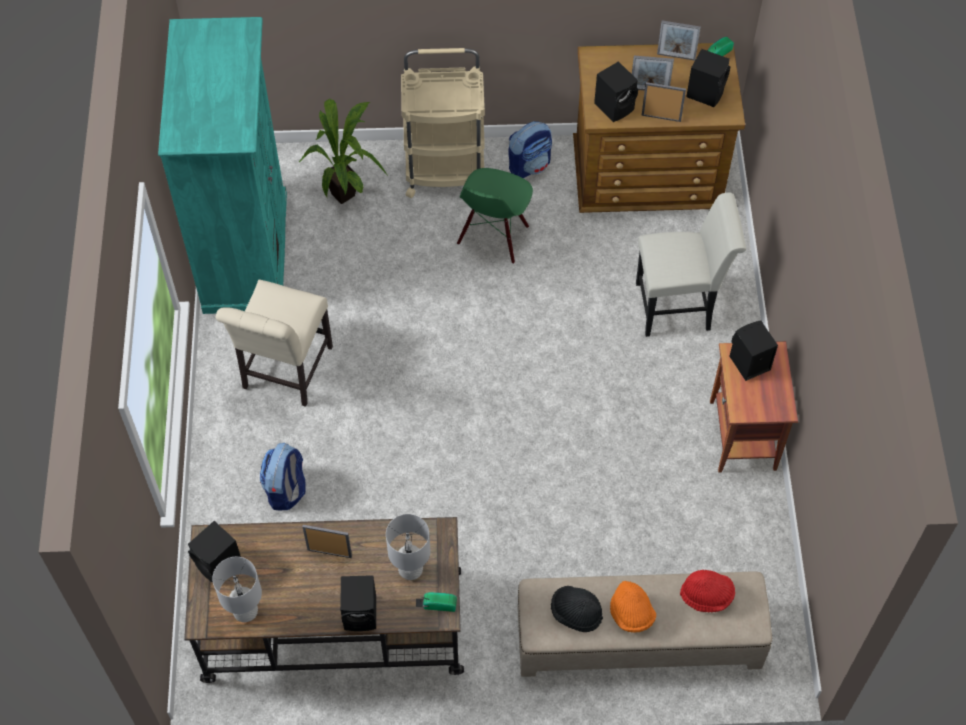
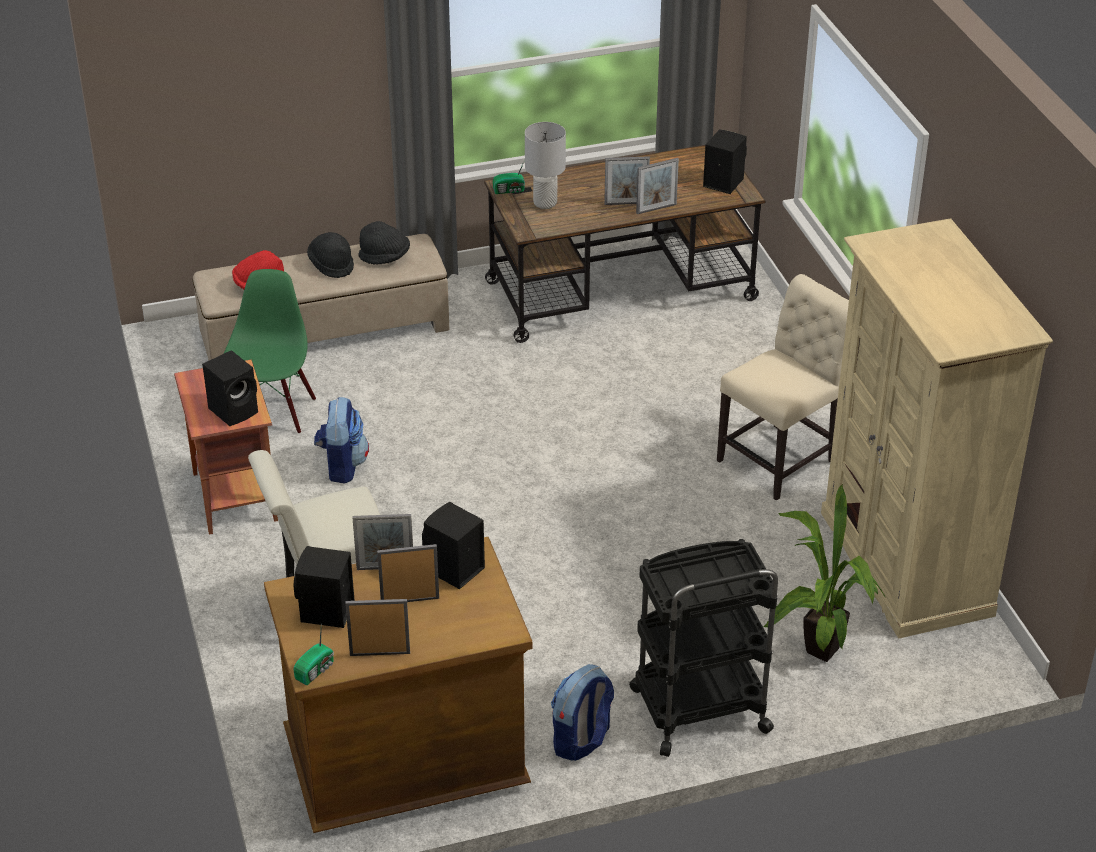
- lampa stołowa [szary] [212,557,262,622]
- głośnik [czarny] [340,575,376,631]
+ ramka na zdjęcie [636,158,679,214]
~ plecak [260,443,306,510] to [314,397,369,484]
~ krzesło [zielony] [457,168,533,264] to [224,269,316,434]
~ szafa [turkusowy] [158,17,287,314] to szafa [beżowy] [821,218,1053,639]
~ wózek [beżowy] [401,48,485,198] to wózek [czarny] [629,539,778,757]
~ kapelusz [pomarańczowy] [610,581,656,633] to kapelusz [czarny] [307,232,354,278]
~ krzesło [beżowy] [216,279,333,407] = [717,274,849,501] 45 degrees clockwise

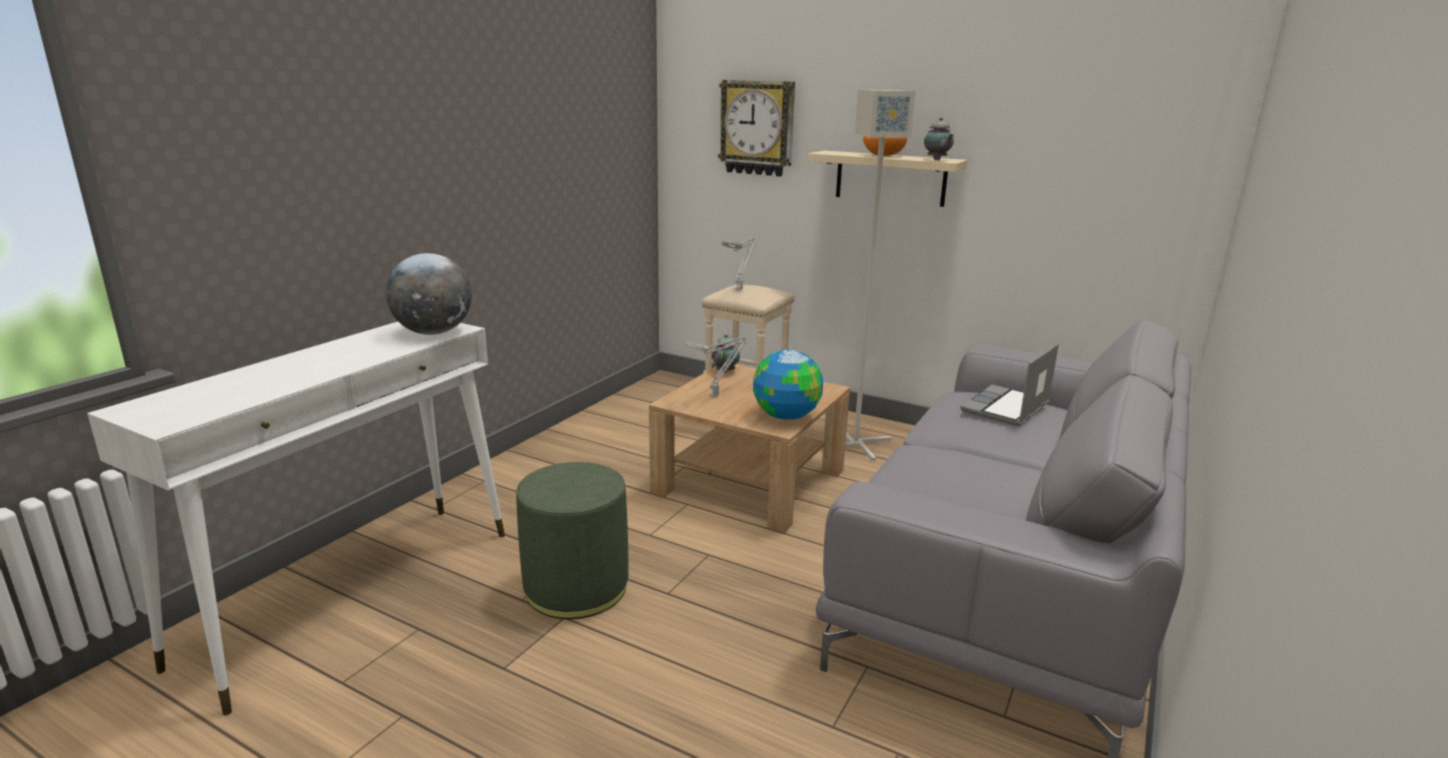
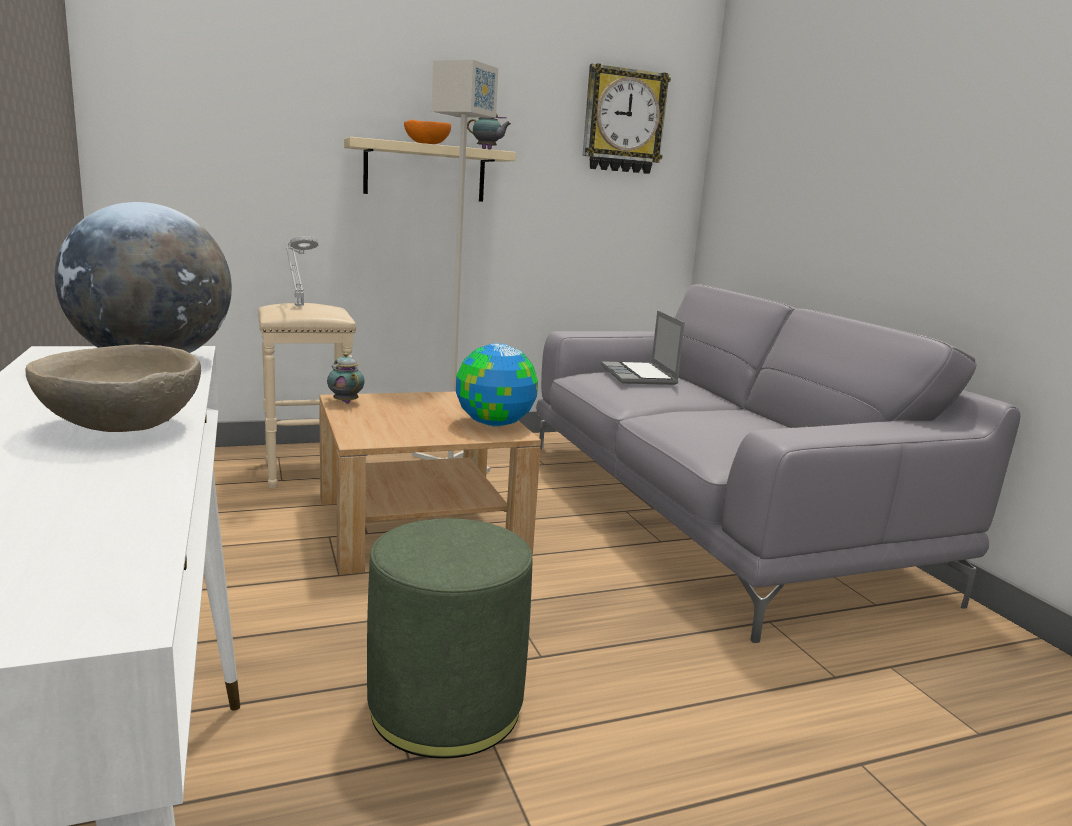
- lampa stołowa [szary] [684,336,746,397]
+ miska [beżowy] [25,345,201,432]
~ zegar ścienny [718,80,795,177] to [583,63,671,174]

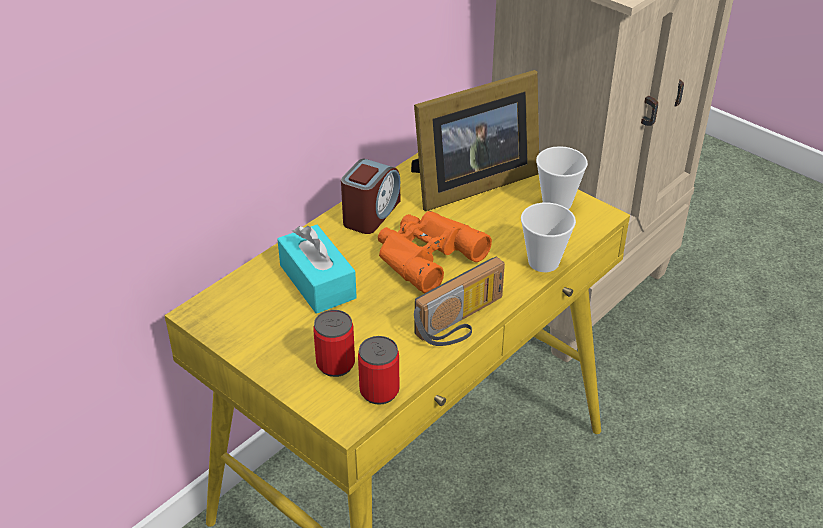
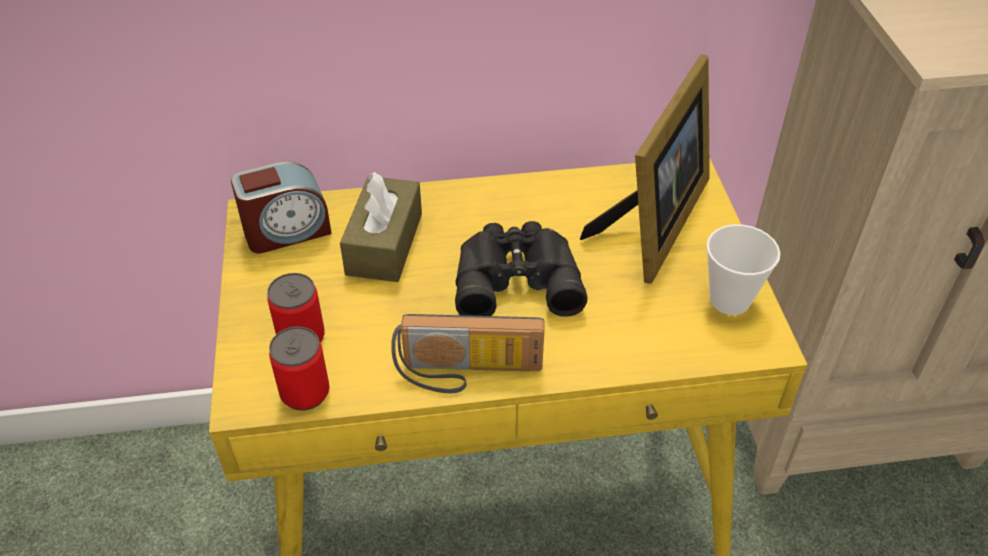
- filiżanka [521,202,576,272]
~ budzik [341,158,400,234] to [231,161,332,253]
~ pudełko chusteczek [turkusowy] [277,225,357,314] to pudełko chusteczek [brązowy] [340,172,422,282]
~ lornetka [pomarańczowy] [378,211,492,294] to lornetka [czarny] [455,221,587,317]
~ ramka na zdjęcie [411,70,539,211] = [580,55,710,284] 75 degrees counterclockwise

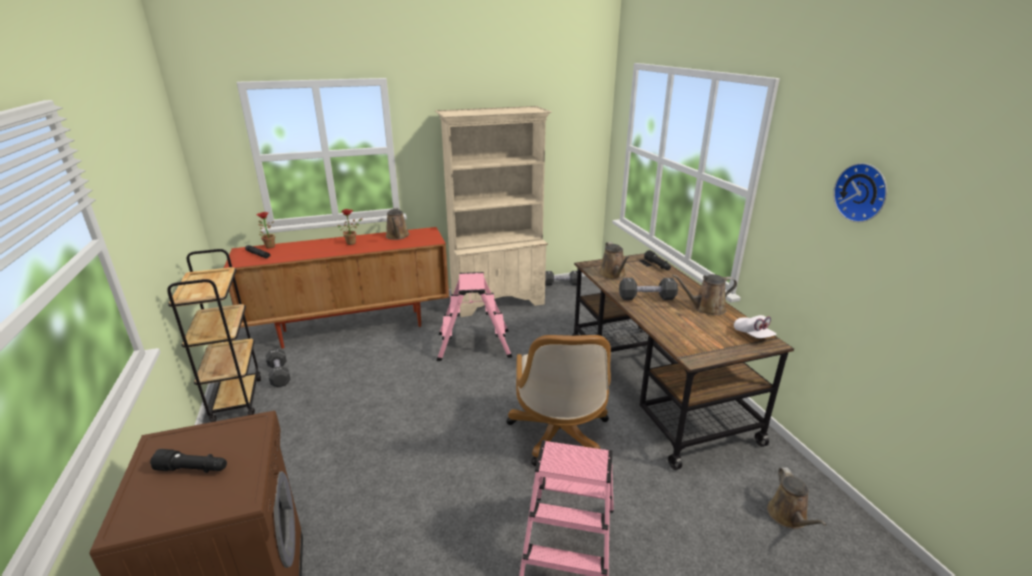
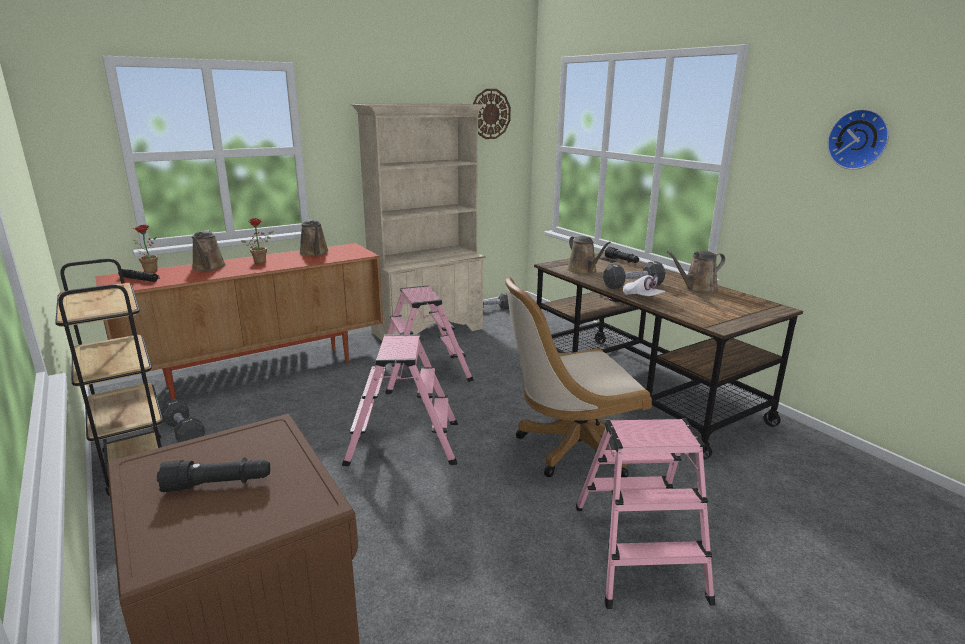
+ drabinka [różowy] [342,334,458,466]
+ zegar ścienny [473,89,511,139]
~ czapka z daszkiem [biały] [734,315,776,338] to [623,275,666,296]
~ konewka [brązowy] [767,467,827,529] to [192,230,226,271]
~ krzesło biurowe [506,335,611,466] = [505,277,652,477] 90 degrees clockwise

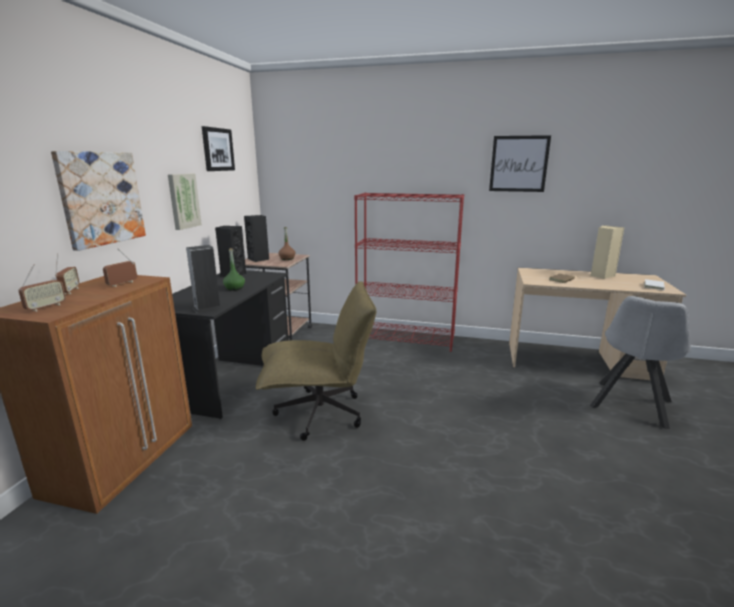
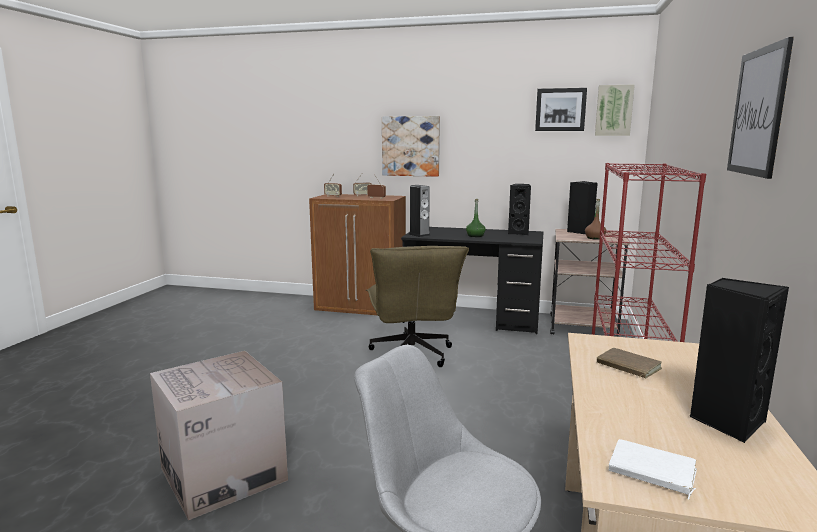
+ karton [150,351,288,520]
~ obraz [168,174,202,230] to [595,84,635,136]
~ głośnik [beżowy] [591,225,624,279] to głośnik [czarny] [689,278,789,443]

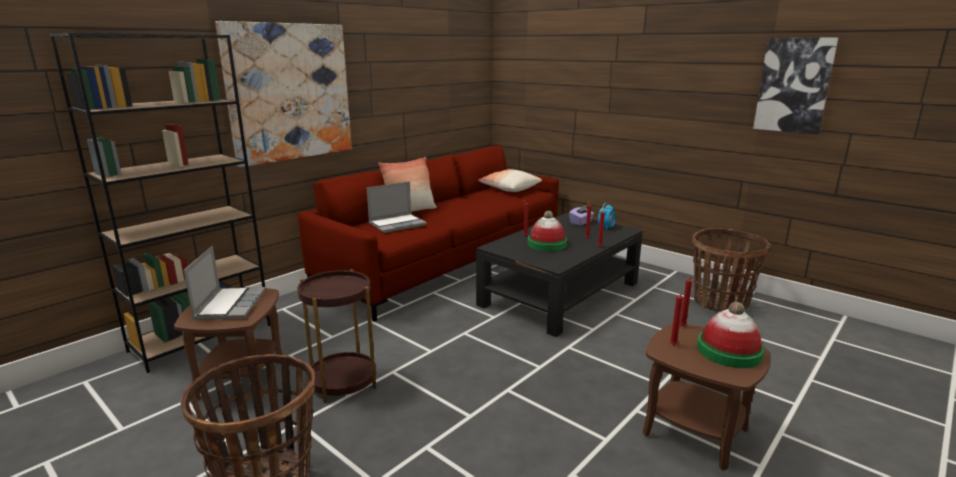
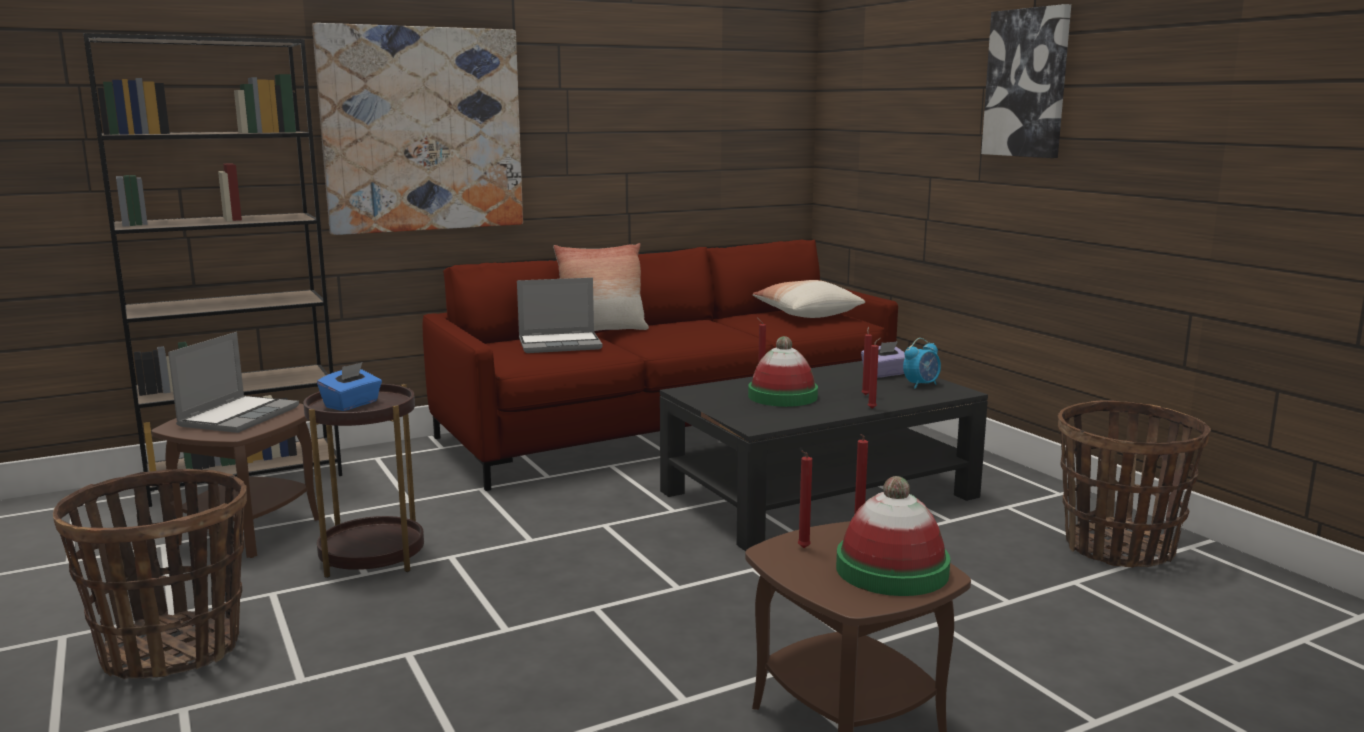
+ pudełko chusteczek [niebieski] [317,362,382,411]
~ obraz [753,37,838,134] to [981,4,1071,158]

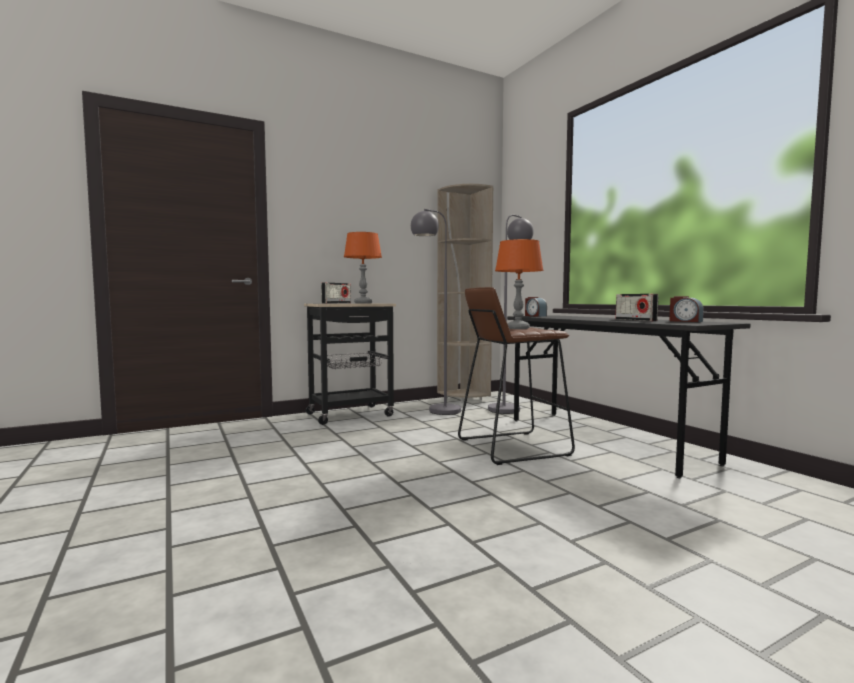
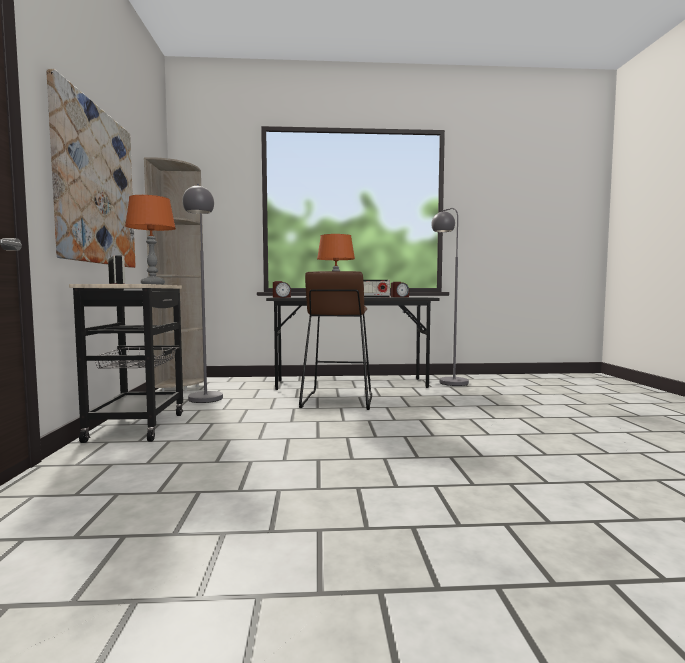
+ obraz [46,69,136,268]
~ lampa stojąca [szary] [488,215,534,414] to [432,208,469,386]

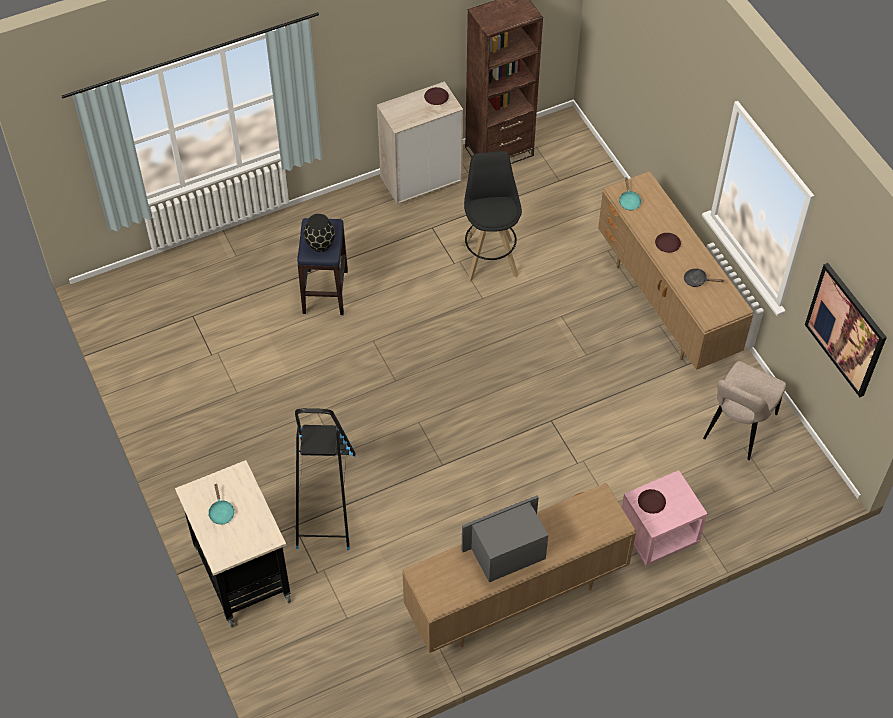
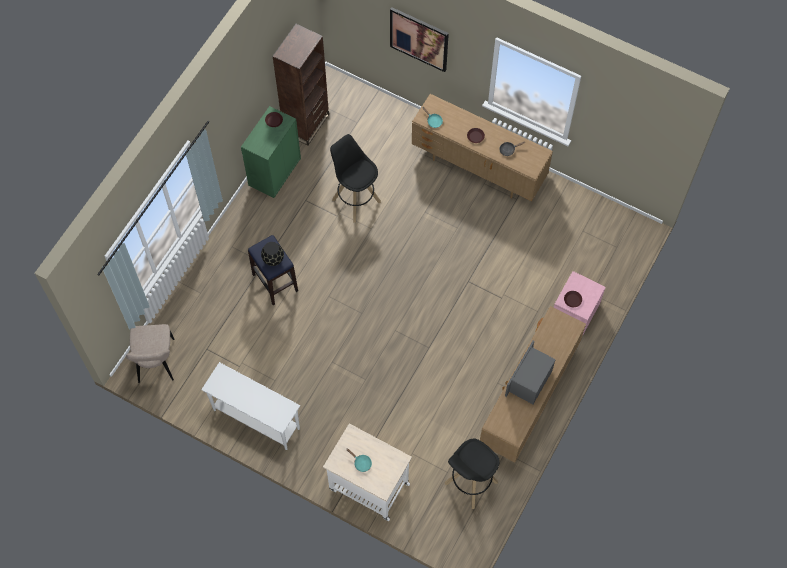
- drabinka [czarny] [295,408,356,550]
+ stolik konsolowy [biały] [201,362,300,450]
+ stołek [czarny] [444,439,500,509]
~ krzesło [beżowy] [703,361,786,460] to [126,324,174,383]
~ obraz [805,263,887,397] to [390,7,449,72]
~ wózek [czarny] [175,460,291,627] to wózek [biały] [323,423,412,521]
~ szafka [beżowy] [377,81,463,204] to szafka [zielony] [241,106,301,198]

